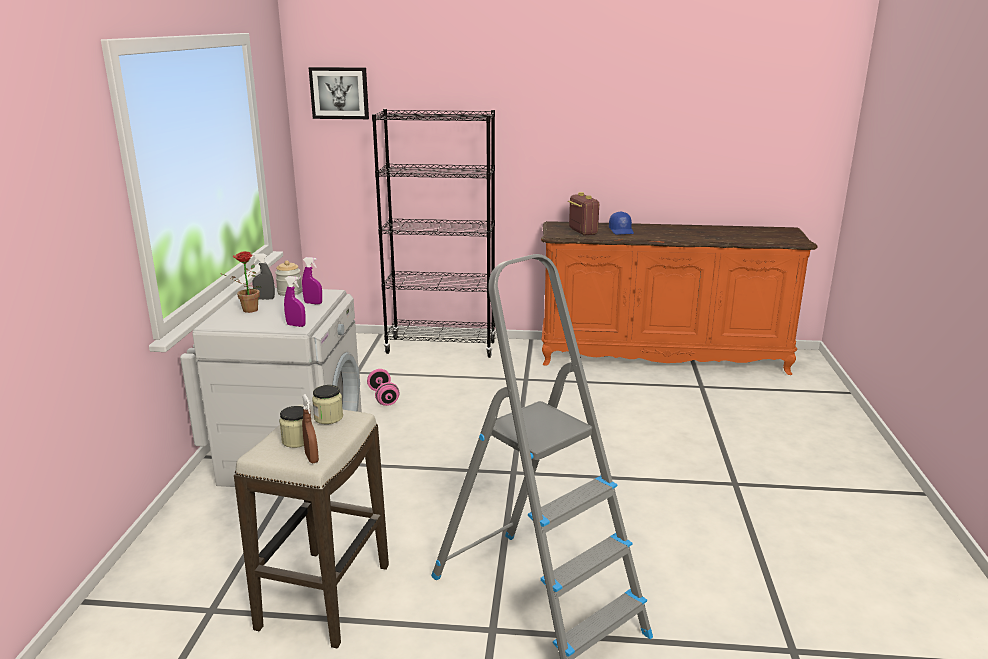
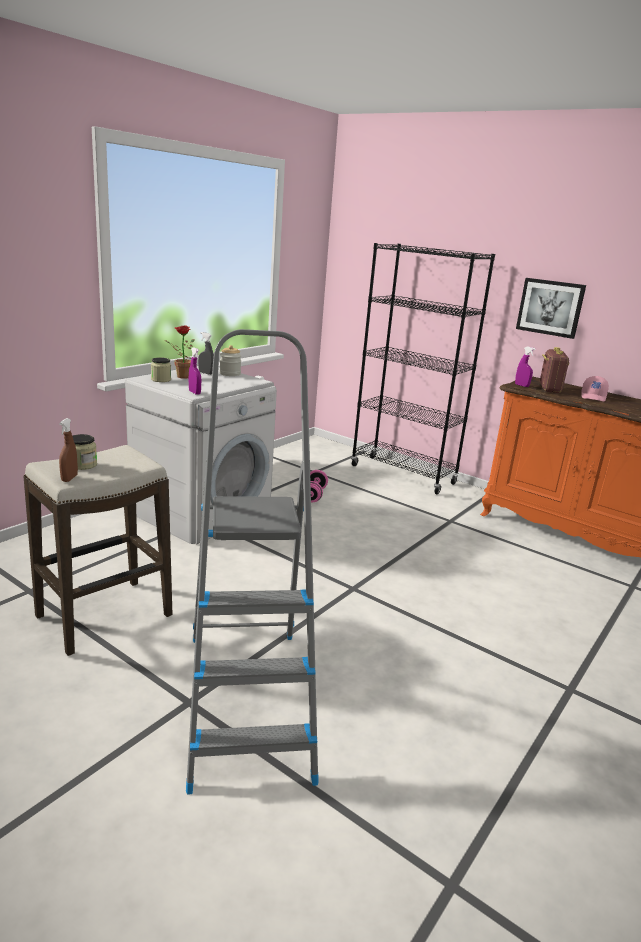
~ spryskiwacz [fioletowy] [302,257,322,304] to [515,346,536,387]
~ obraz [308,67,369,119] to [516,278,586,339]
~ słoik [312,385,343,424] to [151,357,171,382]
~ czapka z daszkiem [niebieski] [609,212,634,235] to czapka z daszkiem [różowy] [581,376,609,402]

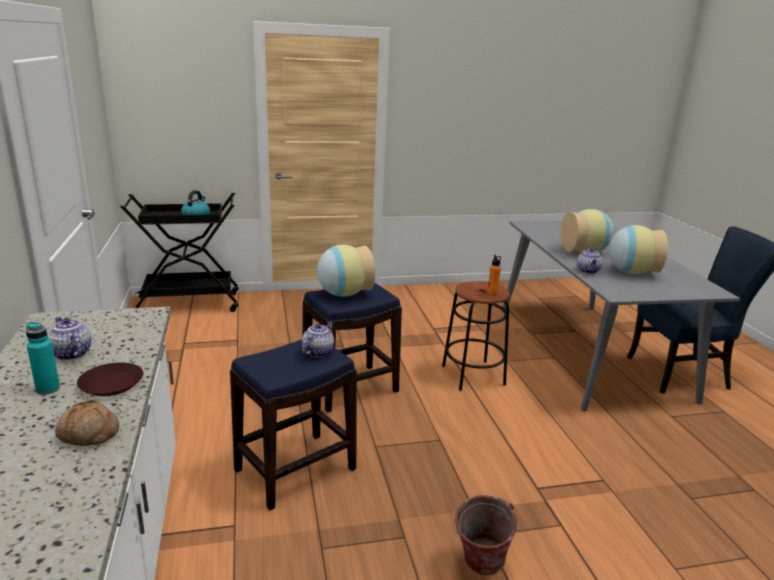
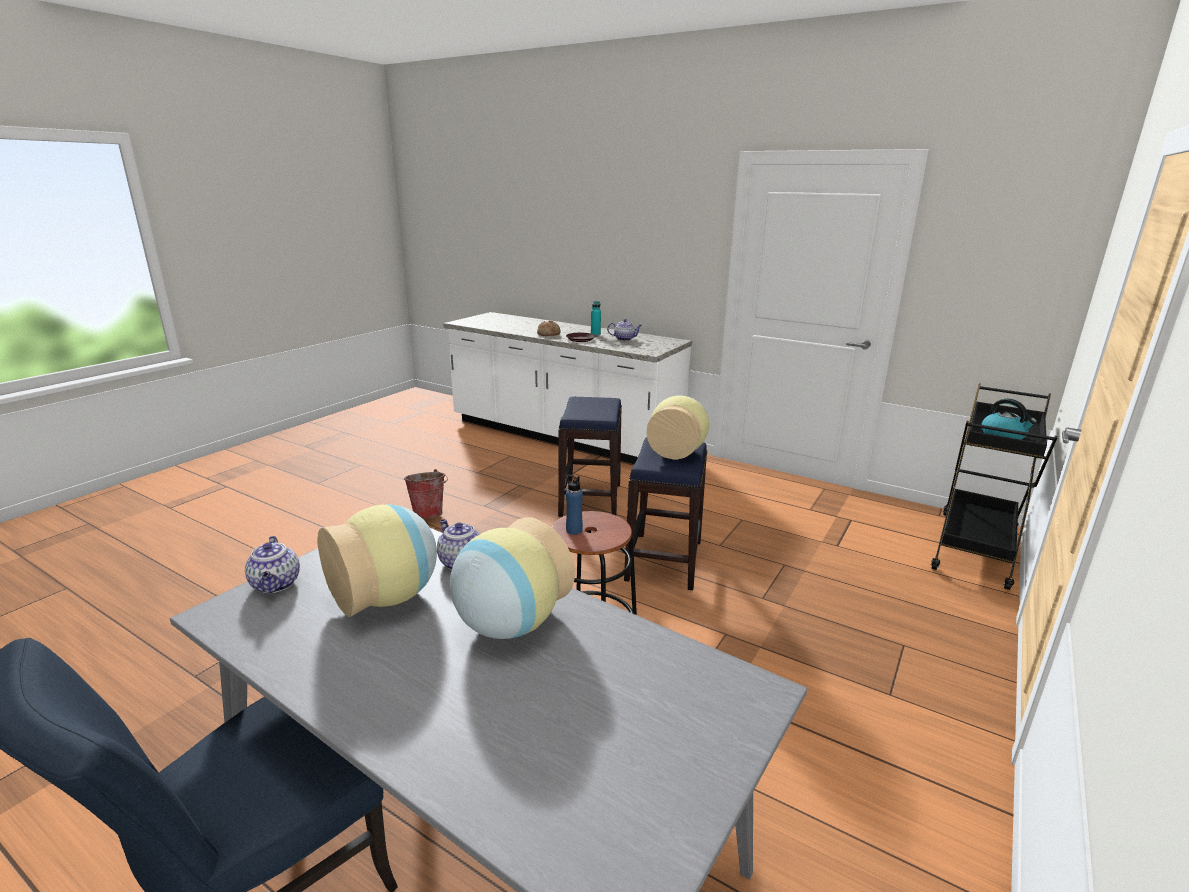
~ imbryk [302,322,334,357] to [245,536,300,593]
~ butelka [pomarańczowy] [487,255,501,295] to butelka [niebieski] [566,474,583,535]

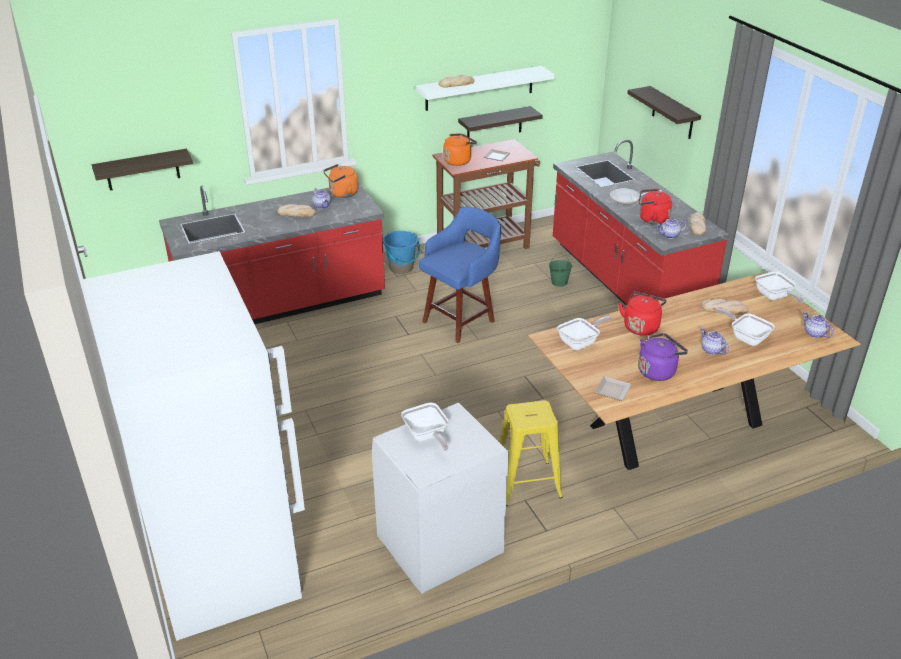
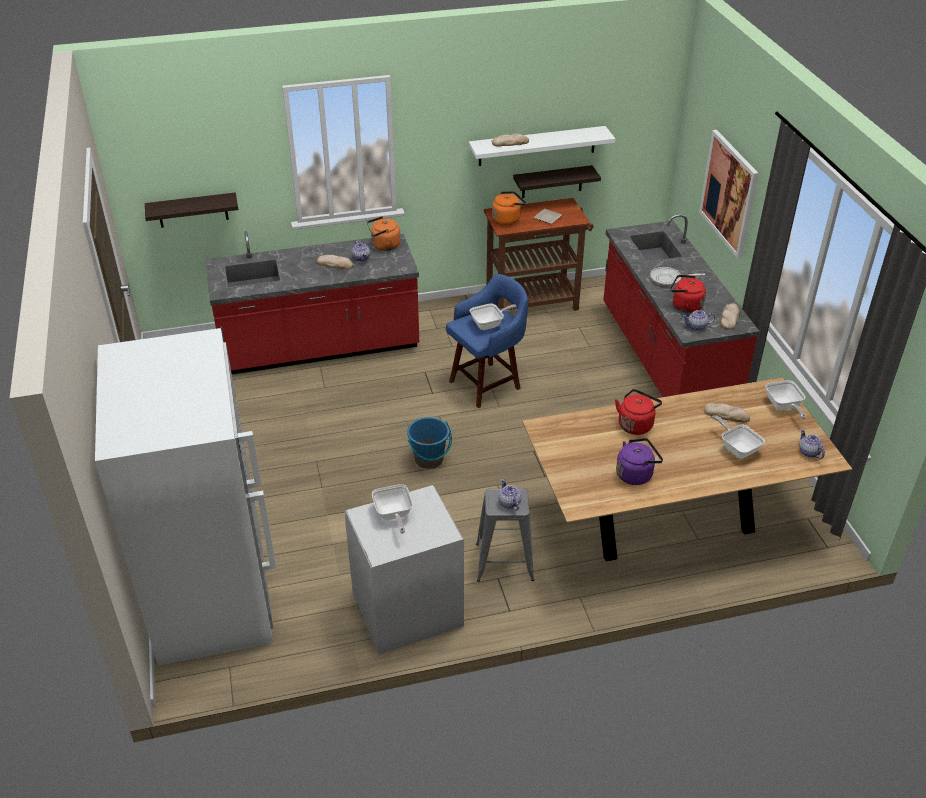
- wiadro [zielony] [549,254,572,287]
- talerz [594,376,632,401]
~ wiadro [niebieski] [383,231,420,274] to [407,417,452,469]
~ patelnia [557,316,612,350] to [470,303,517,330]
~ imbryk [700,328,729,355] to [498,479,522,511]
~ półka [627,86,701,139] to obraz [699,130,758,259]
~ stołek [żółty] [499,400,563,506] to stołek [szary] [476,488,534,582]

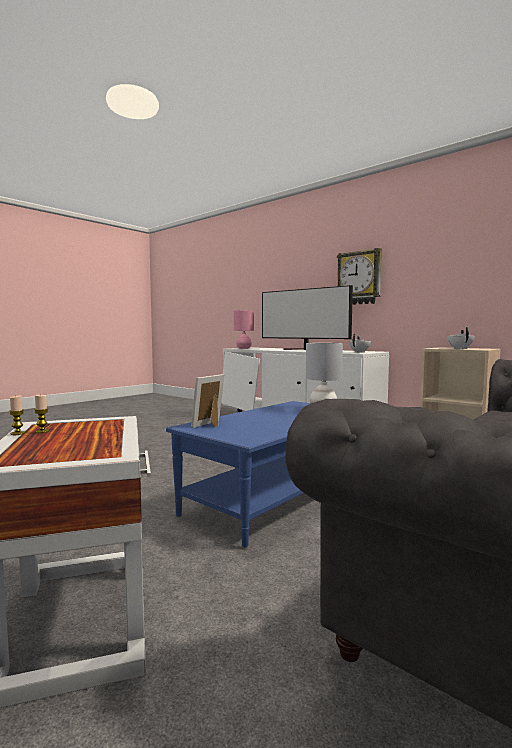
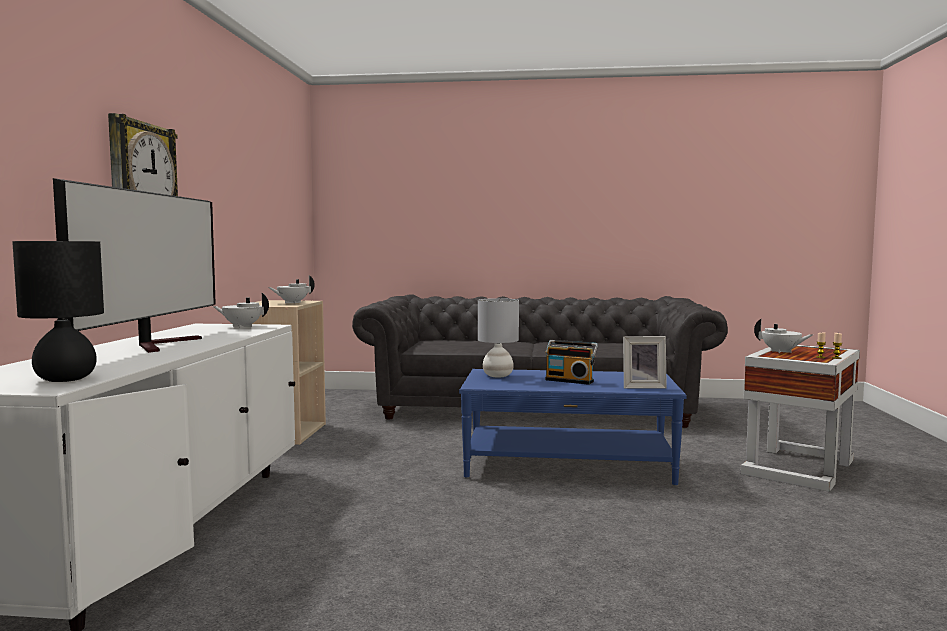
+ radio [545,340,598,385]
+ imbryk [biały] [754,319,812,353]
~ lampa stołowa [różowy] [234,310,254,349] to lampa stołowa [czarny] [12,241,104,382]

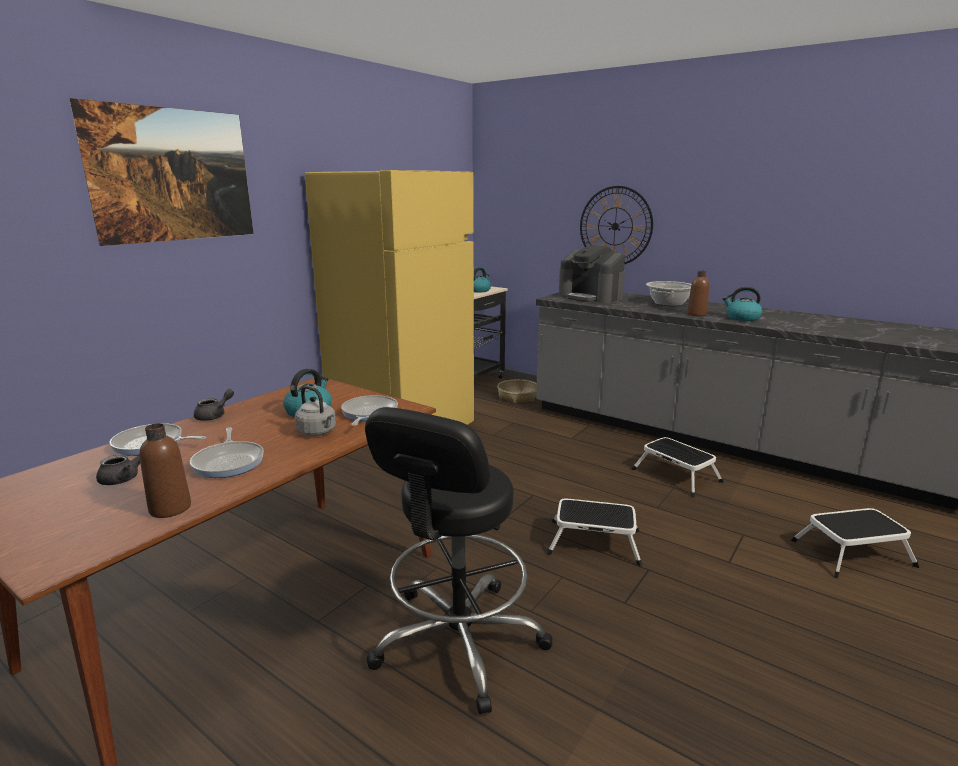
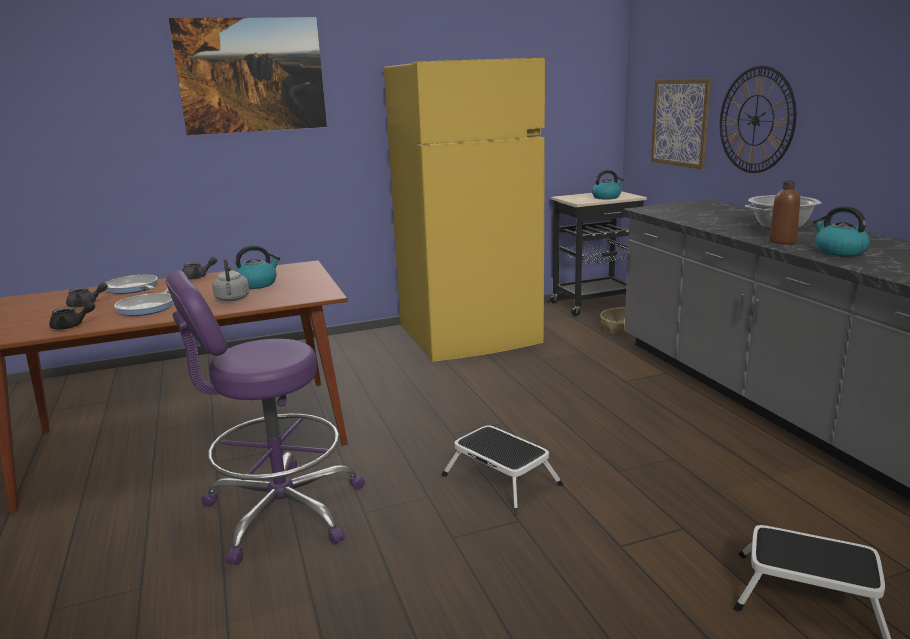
- patelnia [341,395,398,426]
- ekspres do kawy [559,245,625,303]
- drabinka [czarny] [632,437,724,498]
+ obraz [651,78,711,170]
~ butelka [brązowy] [139,423,191,518] to imbryk [czarny] [49,302,95,330]
~ stołek [czarny] [365,407,552,714] to stołek [fioletowy] [165,270,365,565]

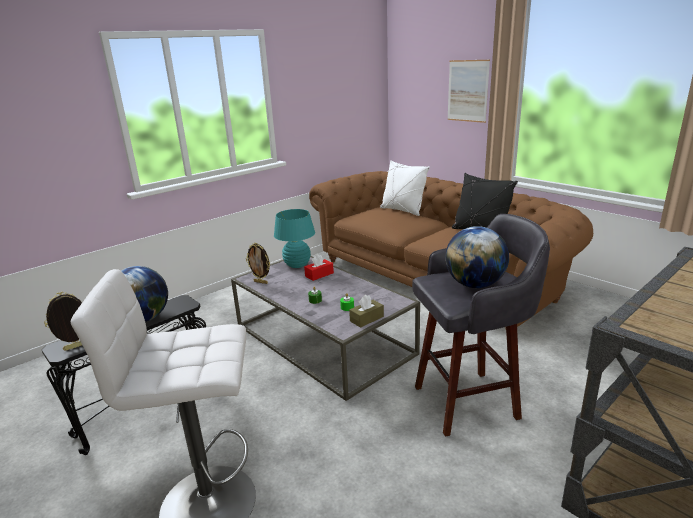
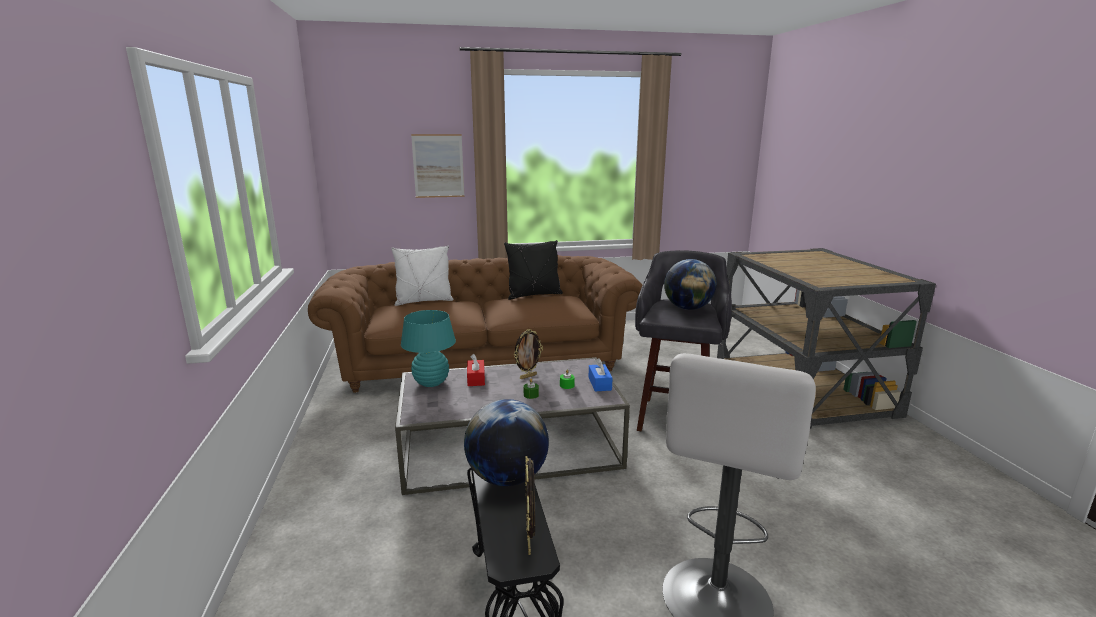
~ ramka na zdjęcie [246,243,270,284] to [514,329,543,379]
~ pudełko chusteczek [brązowy] [349,295,384,328] to pudełko chusteczek [niebieski] [589,358,612,392]

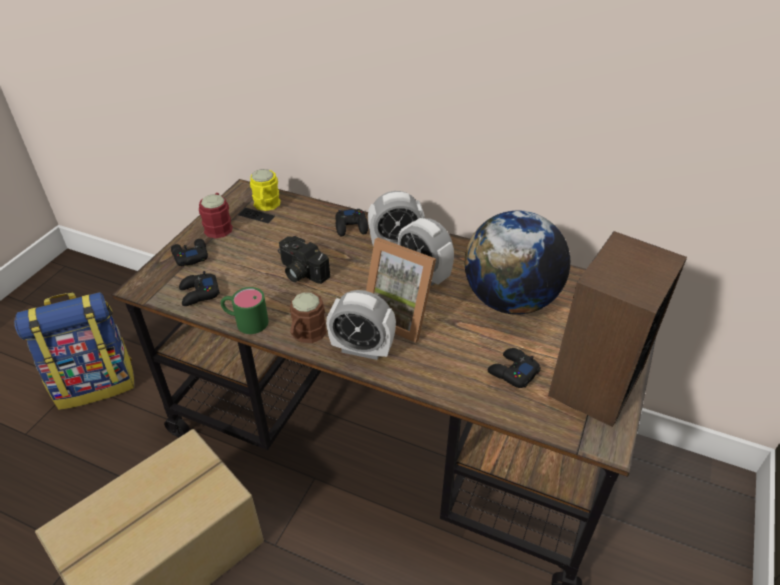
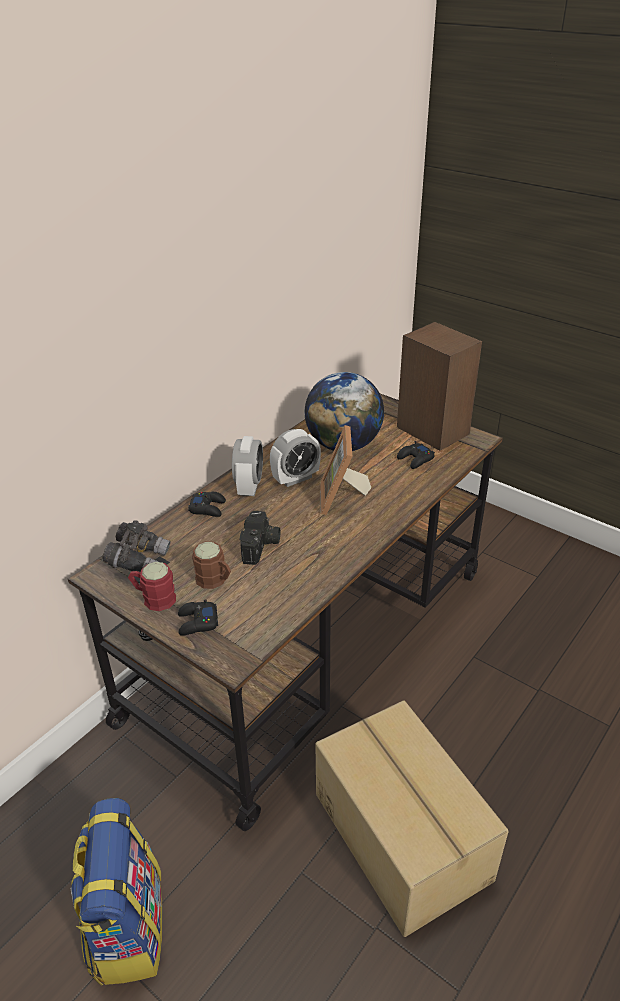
- pad do gier [czarny] [179,271,220,306]
- kubek [zielony] [221,287,269,334]
- budzik [326,290,396,360]
~ kubek [brązowy] [290,292,327,343] to [192,542,231,589]
~ kubek [żółty] [250,169,281,211] to lornetka [szary] [102,520,170,572]
~ aparat fotograficzny [278,236,330,284] = [239,511,280,565] 45 degrees counterclockwise
~ ramka na zdjęcie [366,238,436,343] = [320,425,371,515] 135 degrees clockwise

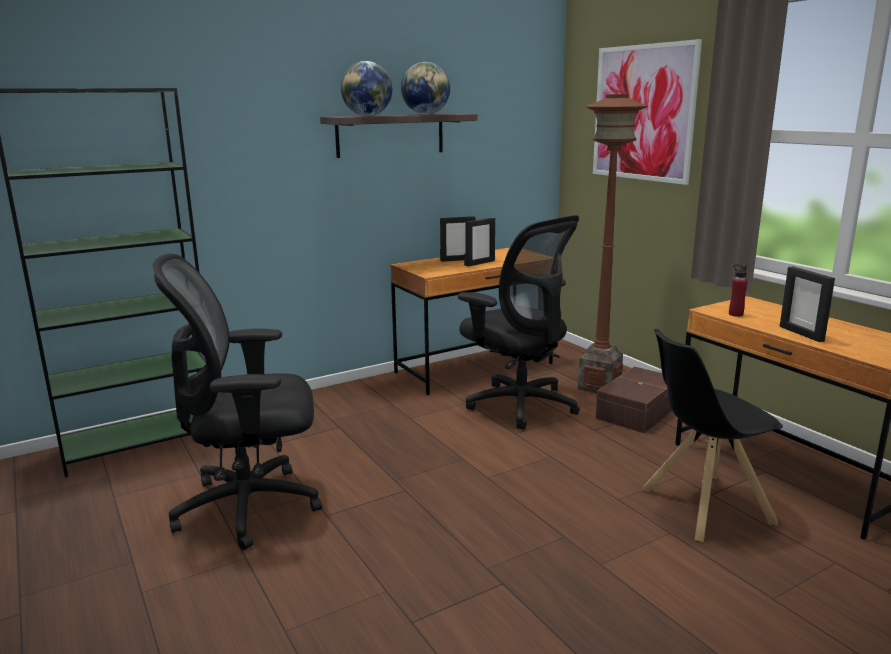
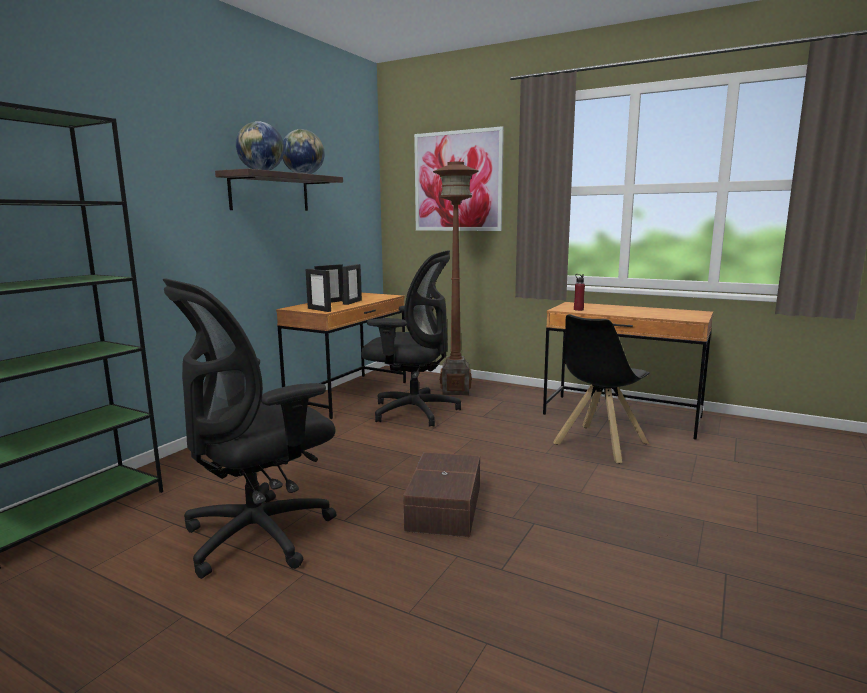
~ pojemnik do przechowywania [brązowy] [595,366,672,433] to [403,452,480,537]
~ ramka na zdjęcie [779,266,835,342] to [306,269,331,312]

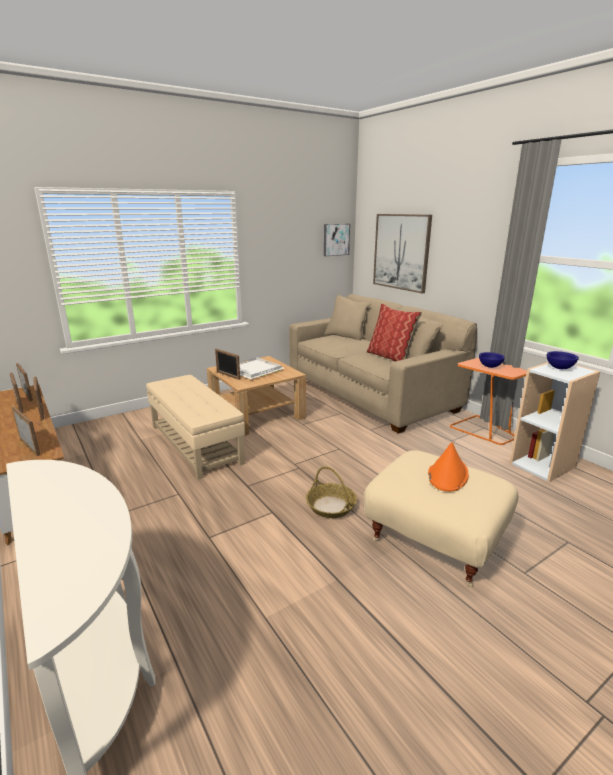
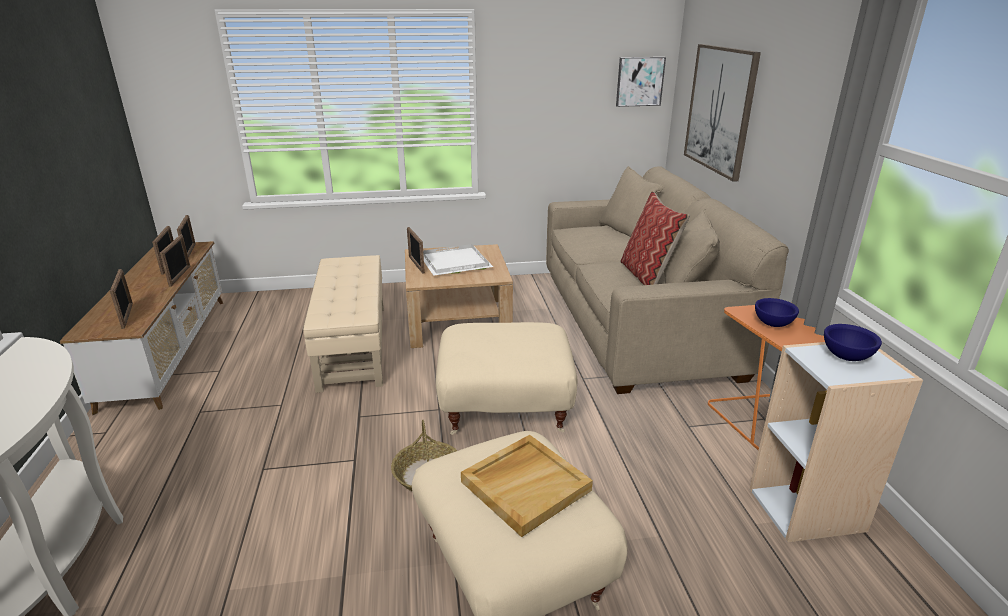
+ pufa [beżowy] [436,322,577,435]
~ kapelusz [pomarańczowy] [428,442,469,492] to taca [beżowy] [461,435,593,537]

